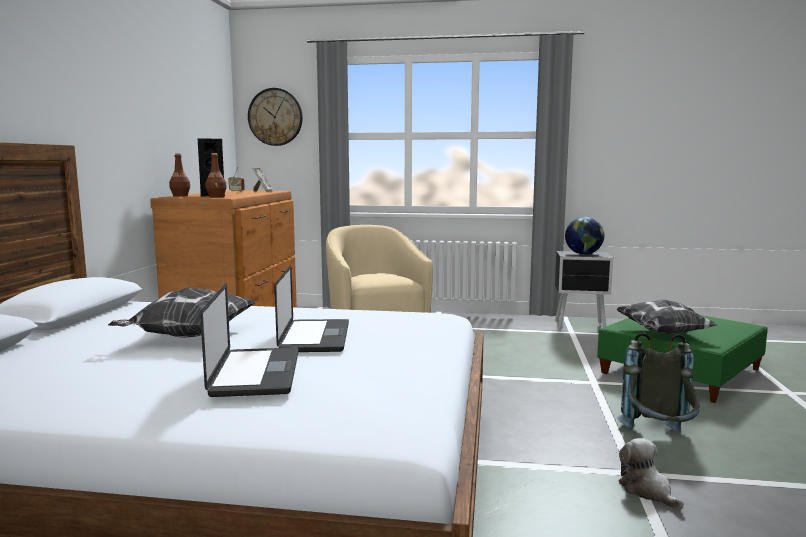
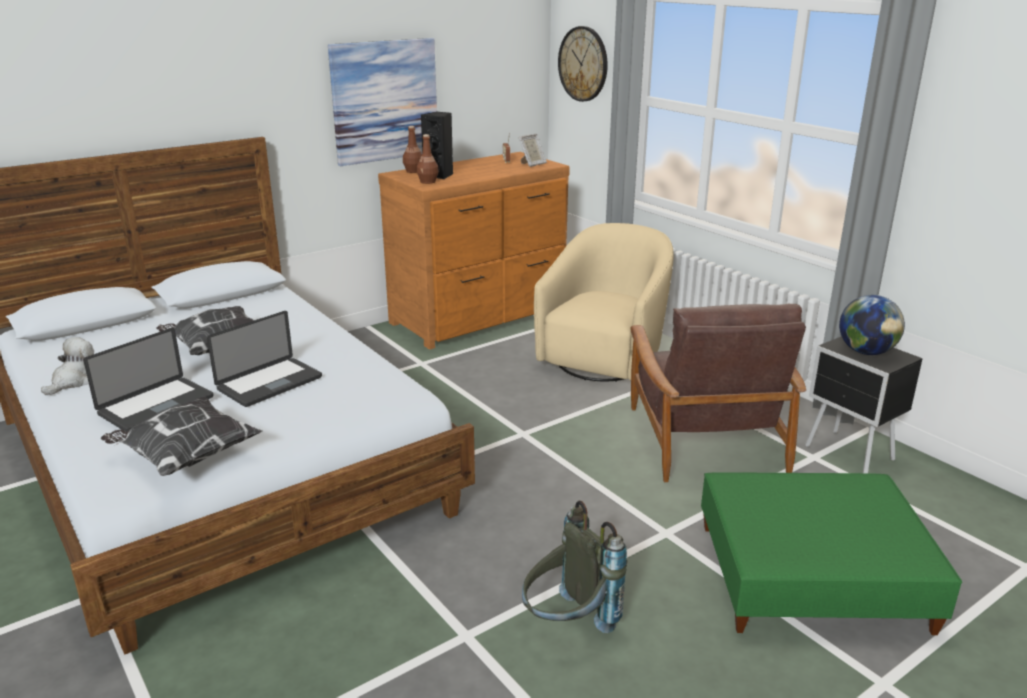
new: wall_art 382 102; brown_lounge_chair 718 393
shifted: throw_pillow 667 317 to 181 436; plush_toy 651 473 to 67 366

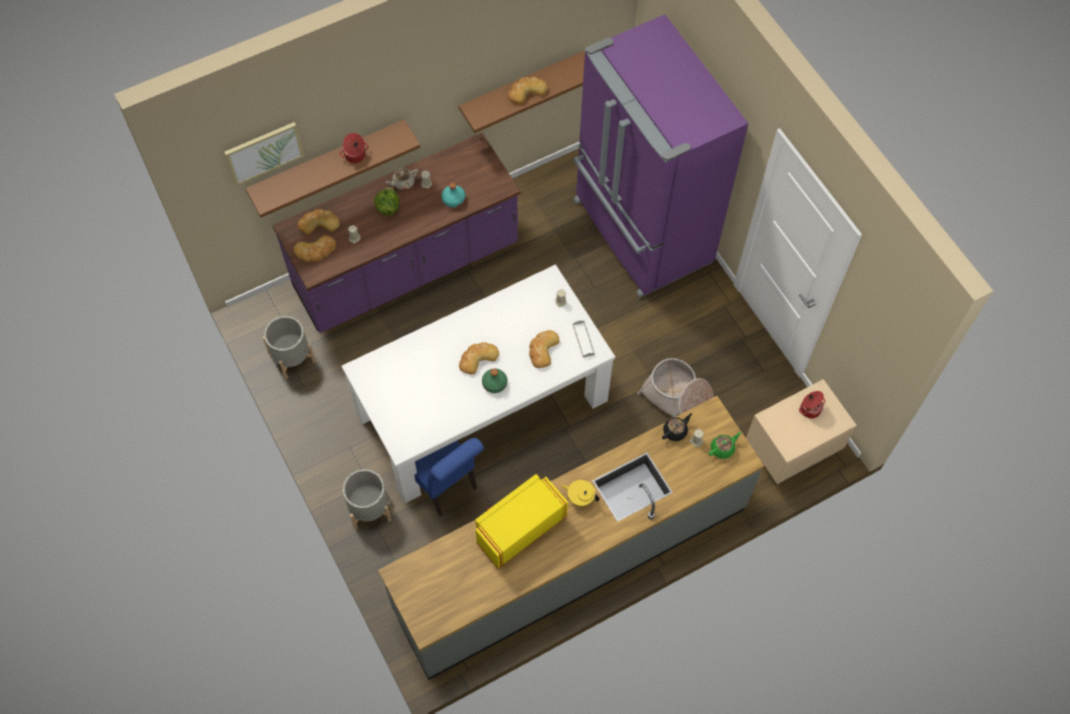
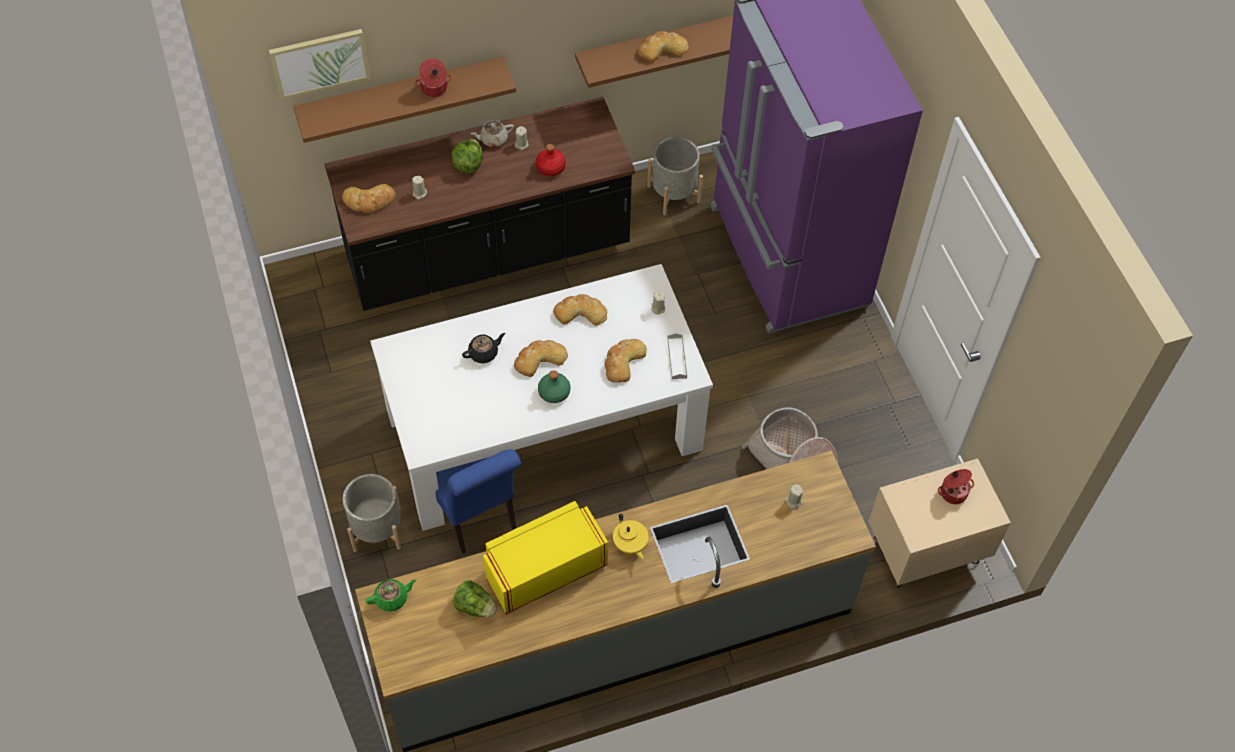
new: head_of_lettuce 475 599
shifted: bakery_bread 318 222 to 580 309; greyish_flower_pot 289 347 to 675 176; black_teapot 677 427 to 483 348; green-coloured_teapot 724 445 to 391 595
repainted: purple_kitchen_base_unit 396 233 to black_kitchen_base_unit 479 203; turquoise_bottle 454 195 to red_bottle 551 160
rotated: yellowish_teapot 580 493 = 631 536 150 degrees counterclockwise

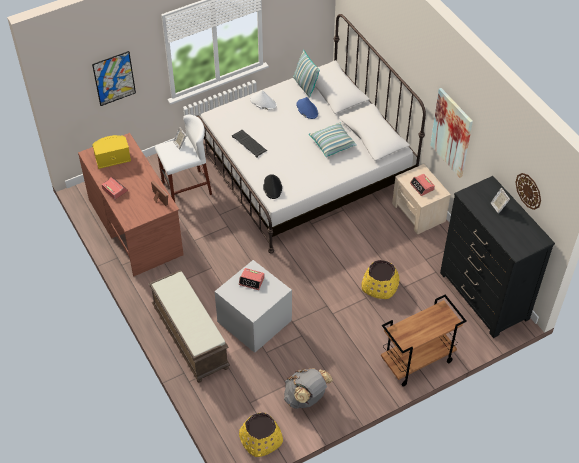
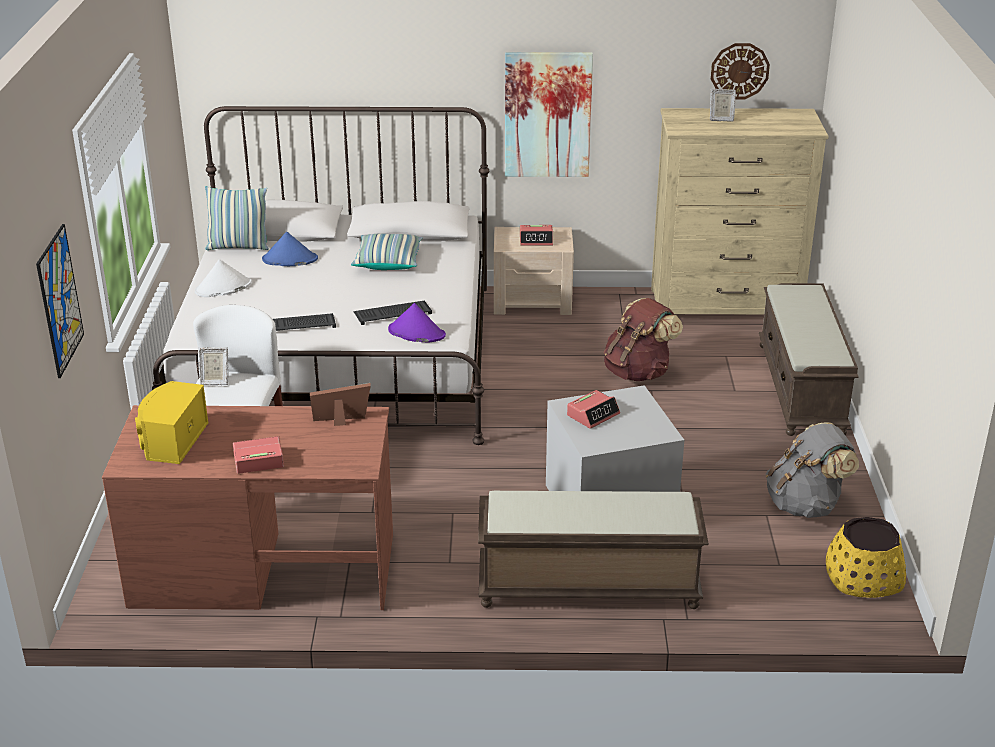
new: PC_keyboard 393 312
swapped: yellowish_flower_pot 380 279 to brown_backpack 643 339; brown_trolley 424 340 to brown_bench 809 359
repainted: black_hat 272 186 to purple_hat 417 323; black_chest_of_drawers 497 257 to beige-coloured_chest_of_drawers 740 211

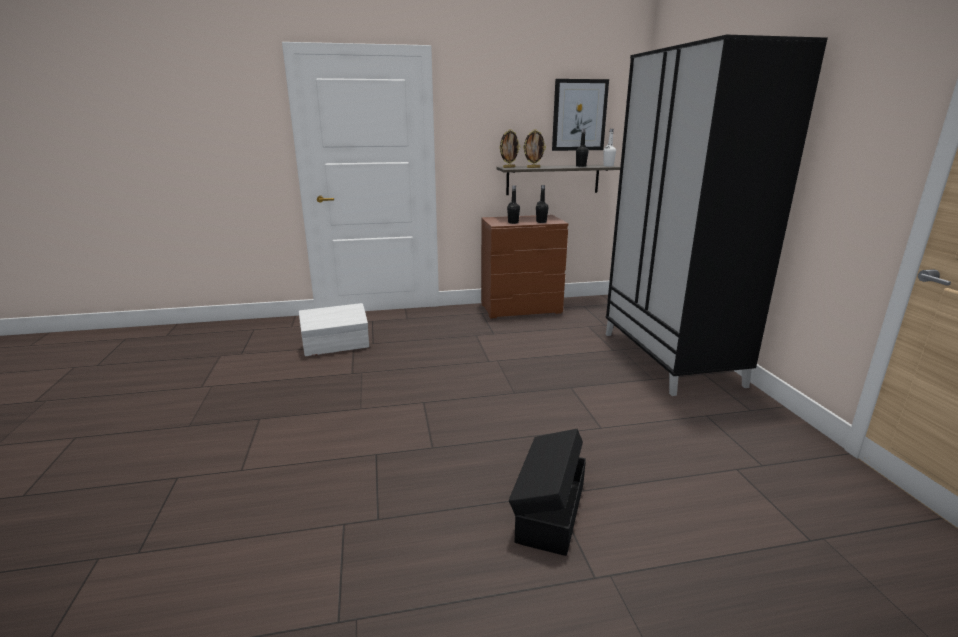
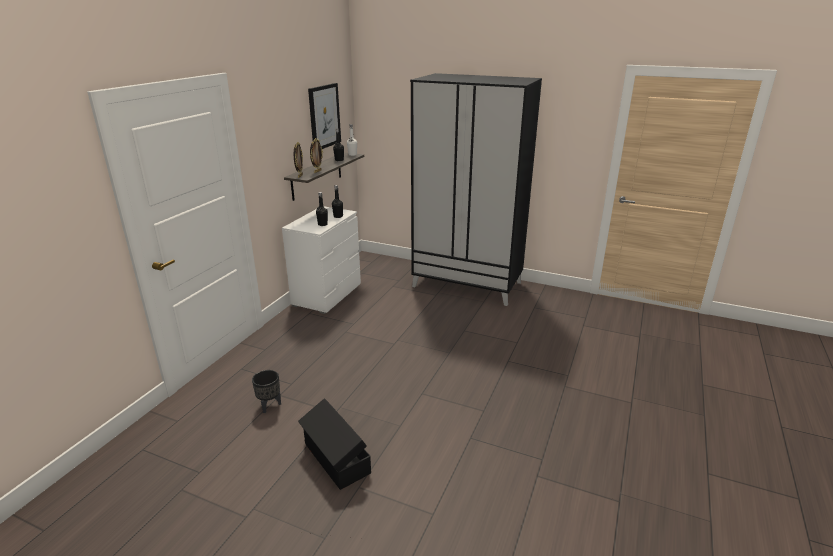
shifted: black_storage_box 547 492 to 334 444
swapped: white_storage_box 334 329 to black_flower_pot 266 391
repainted: brown_chest_of_drawers 525 267 to white_chest_of_drawers 321 260

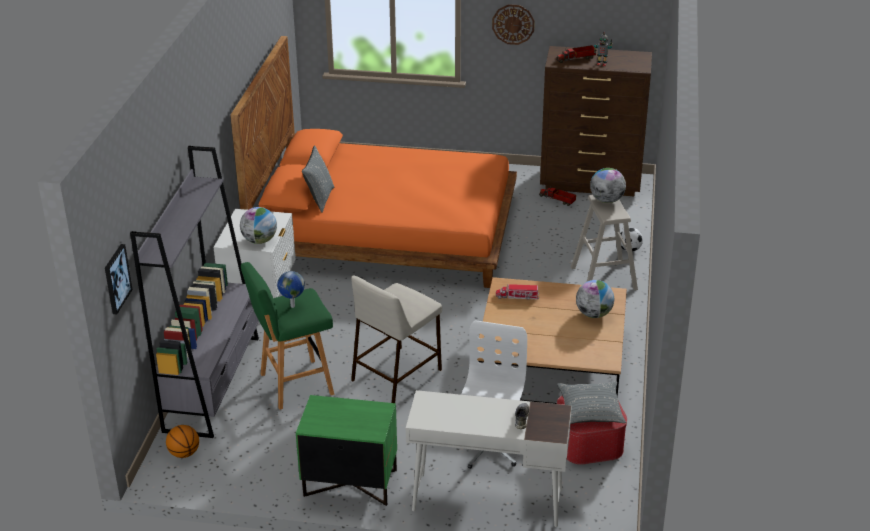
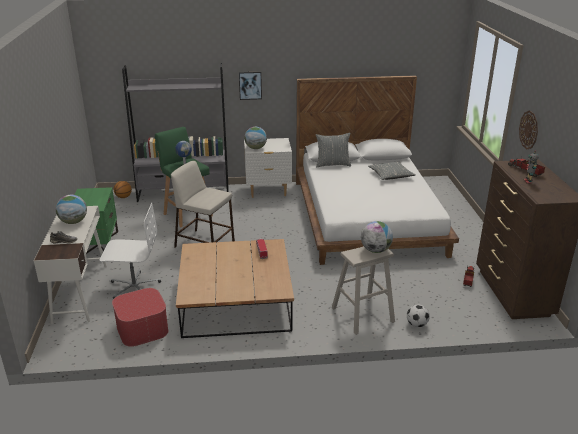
shifted: wall_art 119 279 to 250 86; desk_globe 595 299 to 71 209; greyish_throw_pillow 591 402 to 392 171
repainted: orange-coloured_bedroom_bed 373 162 to white_bedroom_bed 377 170

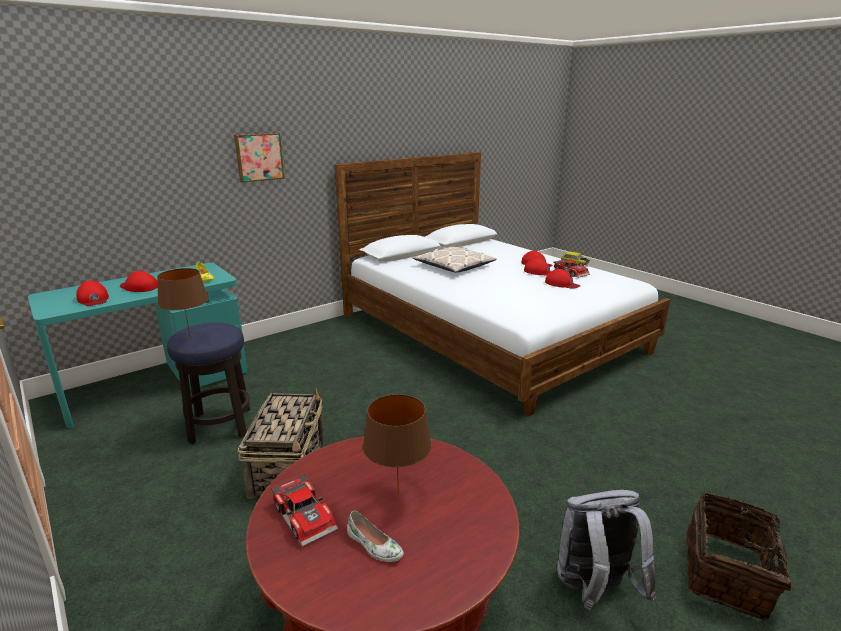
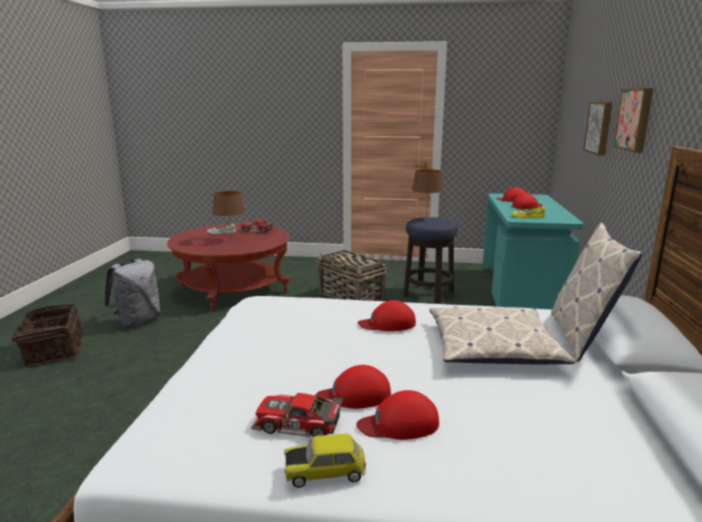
new: wall_art 597 129; throw_pillow 596 292
shifted: red_baseball_cap 562 278 to 386 315

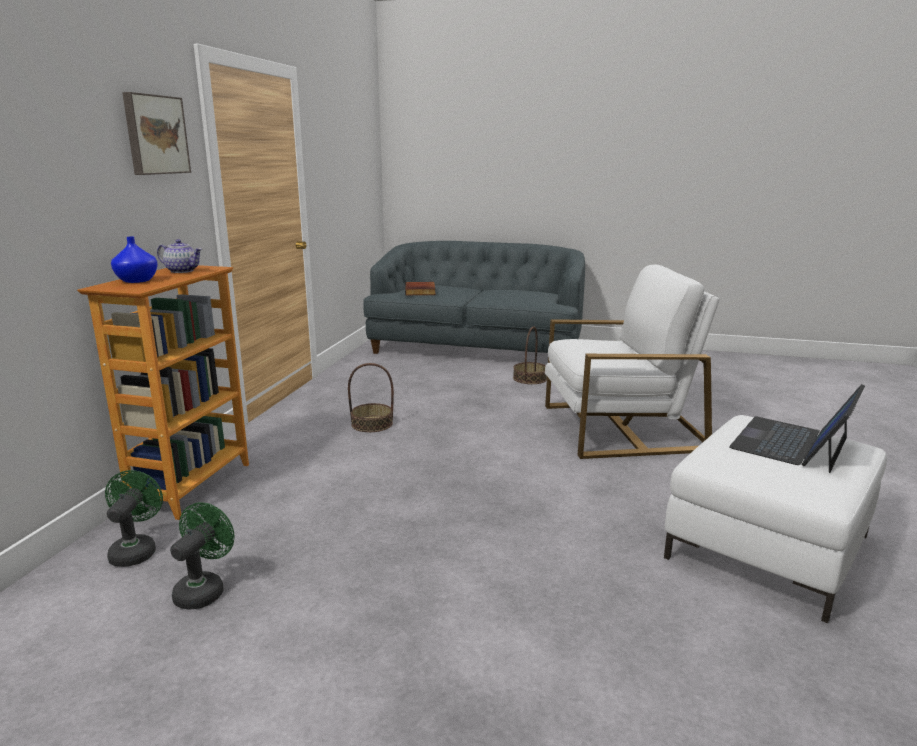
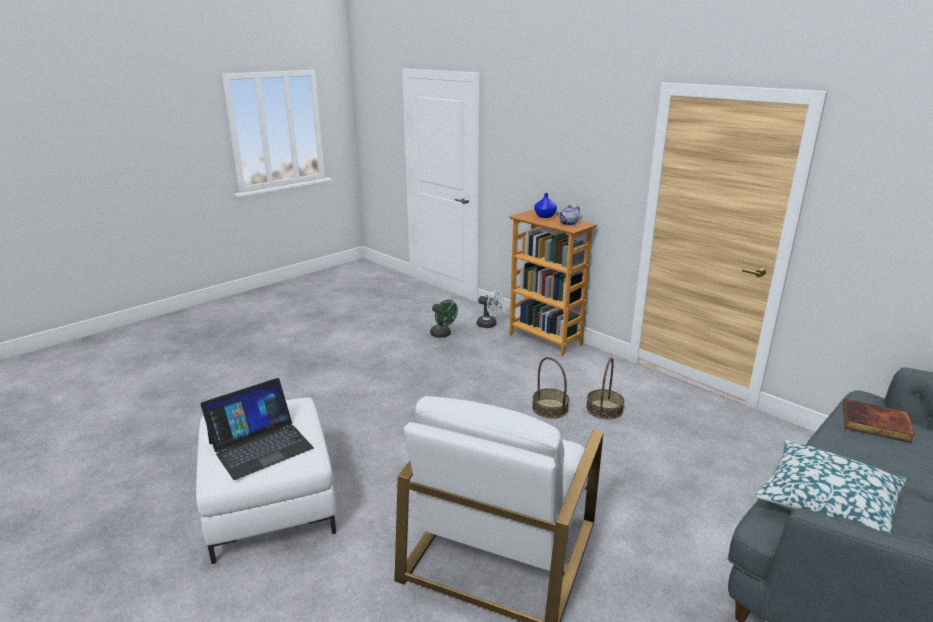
gone: wall_art 156 133
new: throw_pillow 831 486
shifted: storage_basket 530 355 to 550 388
repainted: green-coloured_fan 134 518 to white_fan 490 309
rotated: laptop 797 428 = 257 429 75 degrees clockwise

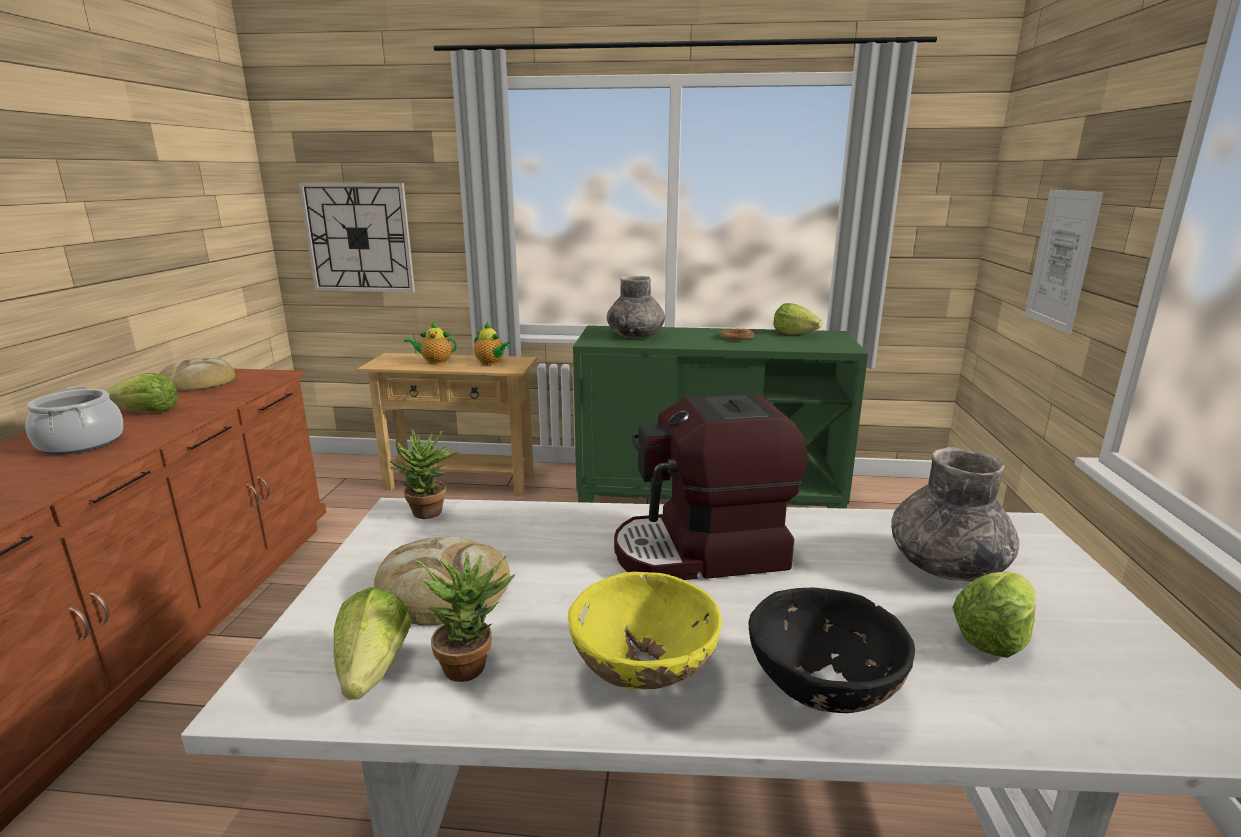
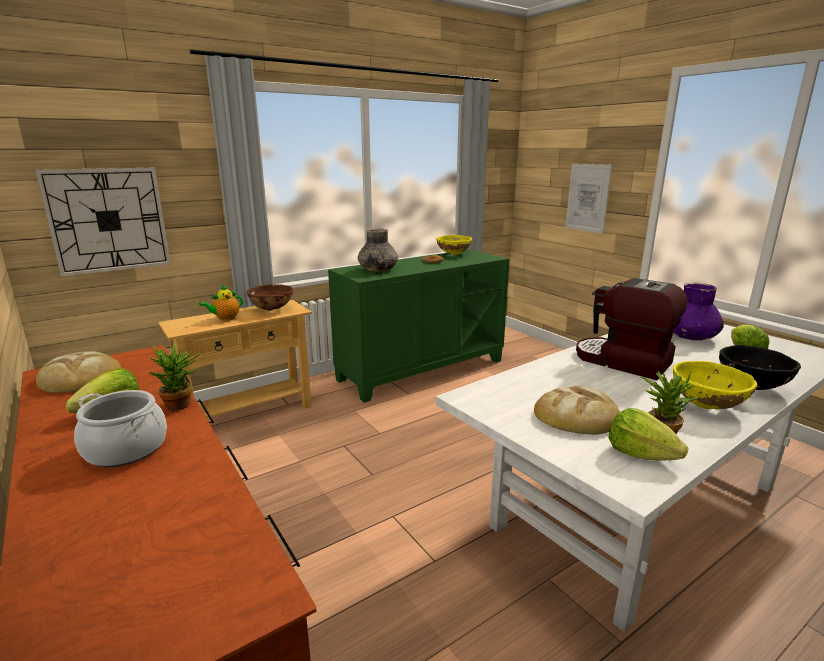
shifted: plant_in_a_pot 424 474 to 174 376
swapped: head_of_lettuce 797 319 to yellowish_deep_dish 454 245; teapot 492 343 to brown_deep_dish 270 297
repainted: greyish_vase 955 514 to purple_vase 698 311
rotated: coffee_machine 710 486 = 631 329 90 degrees clockwise

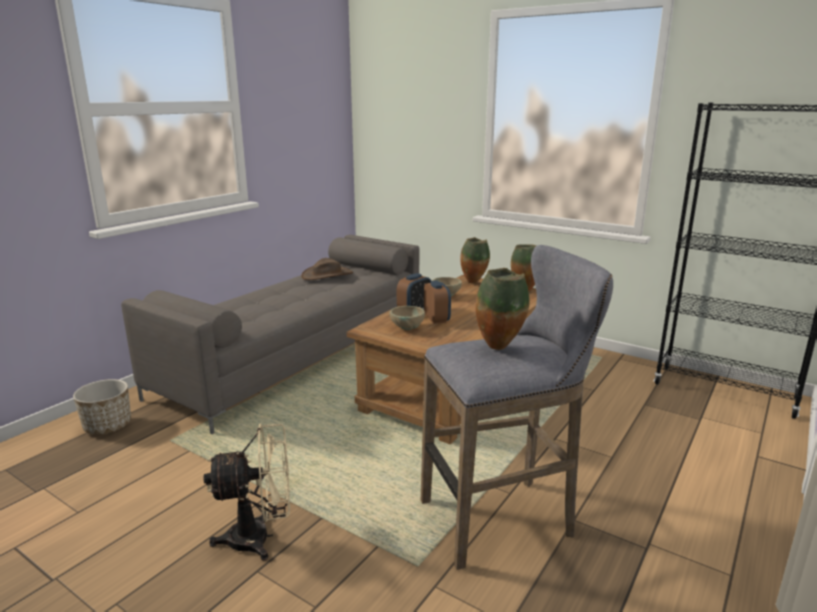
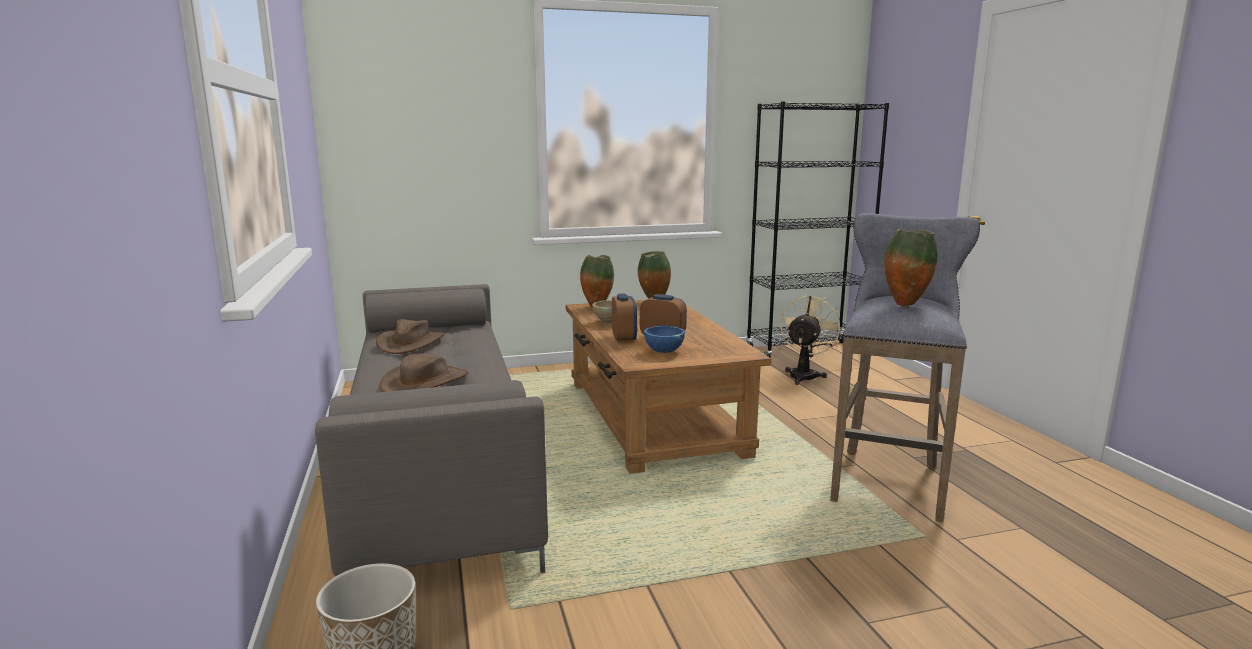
new: brown_hat 424 372
shifted: beige-coloured_fan 247 492 to 811 340
repainted: beige-coloured_deep_dish 407 318 to blue_deep_dish 664 339

